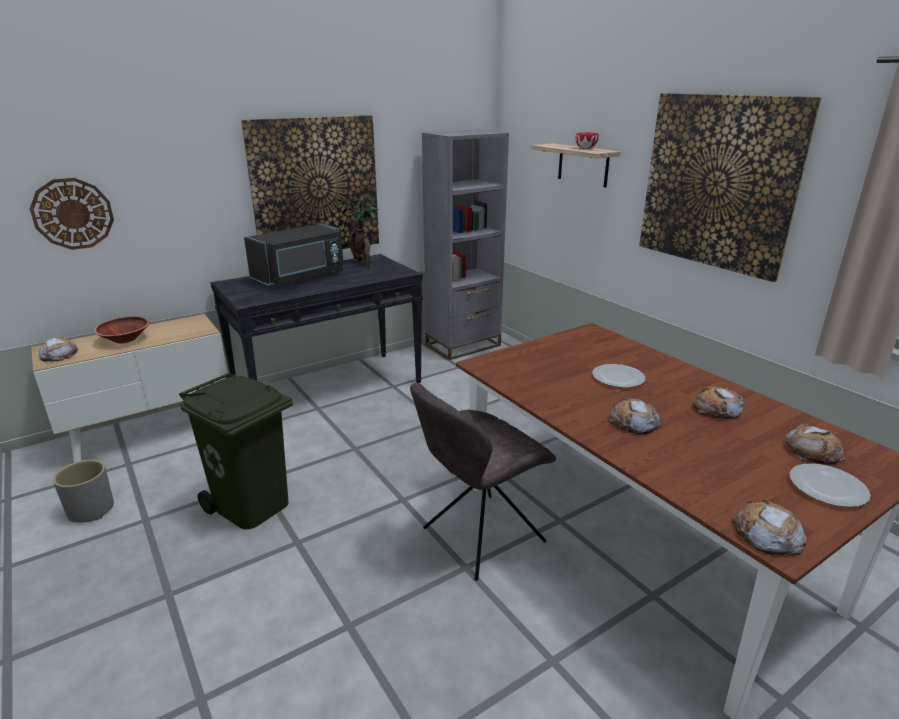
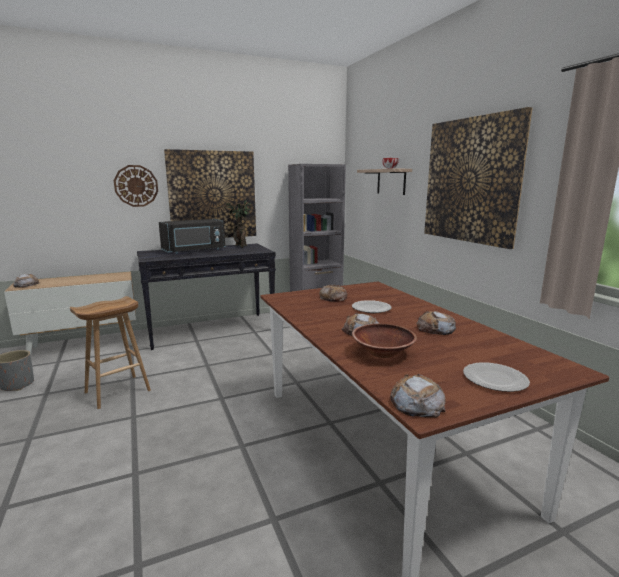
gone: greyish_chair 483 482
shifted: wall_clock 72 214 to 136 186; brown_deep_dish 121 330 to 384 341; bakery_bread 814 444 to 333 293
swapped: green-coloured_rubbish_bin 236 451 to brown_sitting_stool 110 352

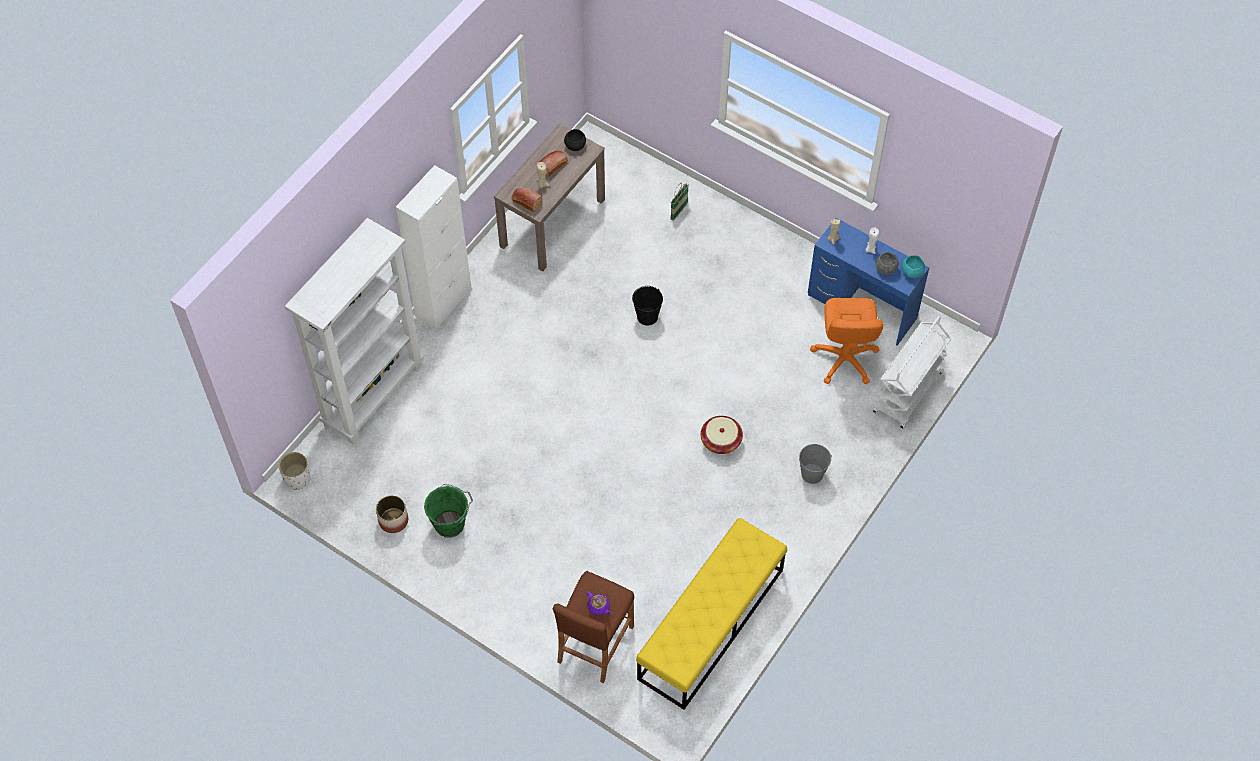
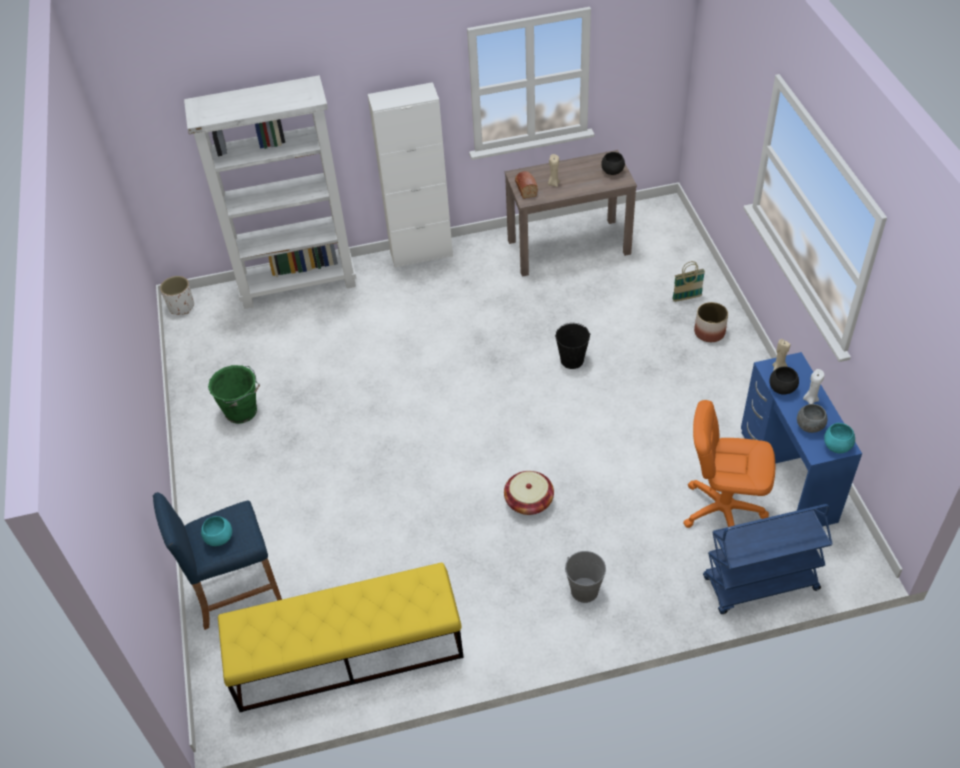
gone: bakery_bread 553 163
new: black_deep_dish 784 381
shifted: flower_pot 392 514 to 711 322
swapped: purple_teapot 599 603 to turquoise_deep_dish 216 531
repainted: white_trolley 912 372 to blue_trolley 768 559; brown_sitting_stool 593 627 to blue_sitting_stool 217 561
rotated: orange-coloured_office_chair 847 341 = 729 464 60 degrees clockwise

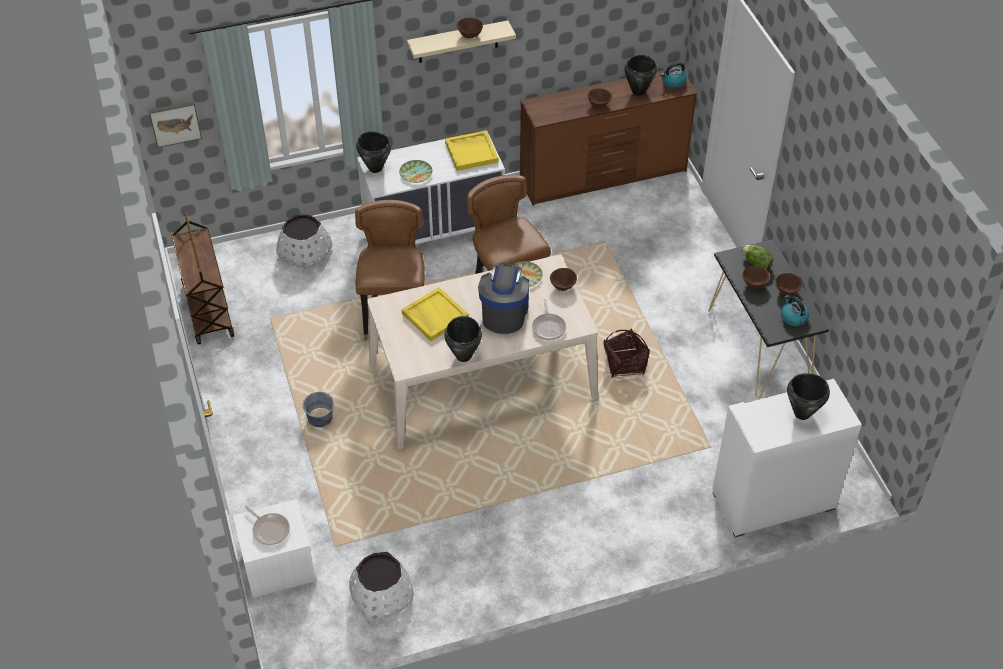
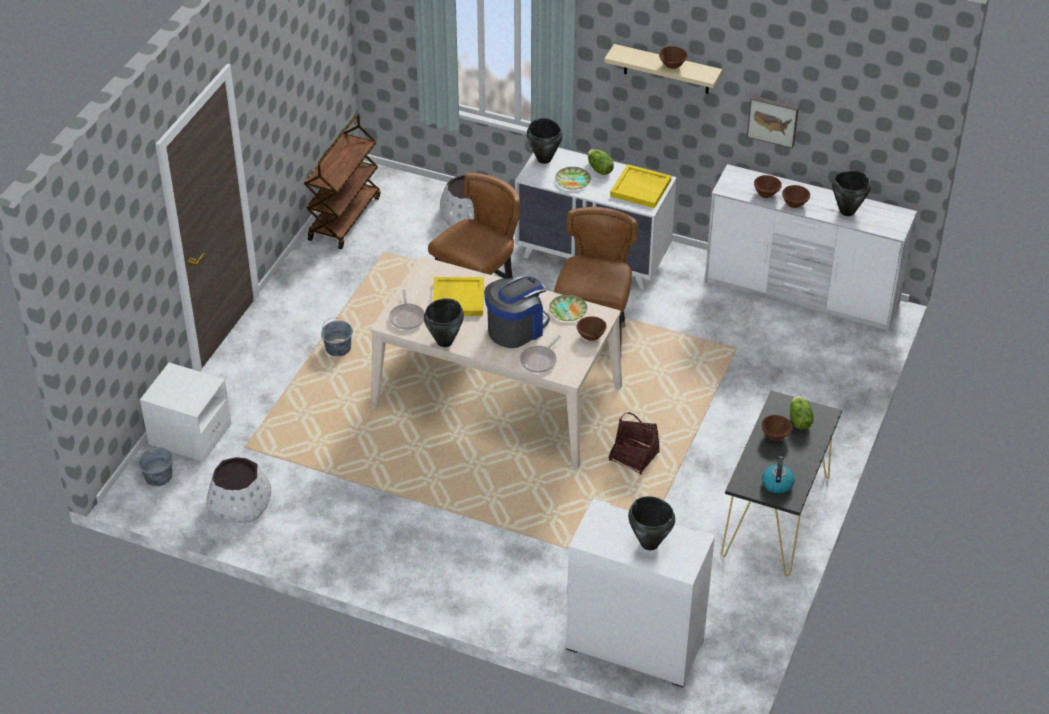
gone: water_kettle 673 75
new: head_of_lettuce 600 162; greyish_pail 155 466
shifted: wall_art 175 124 to 773 122; brown_deep_dish 789 284 to 768 186; skillet 267 525 to 407 310
repainted: brown_chest_of_drawers 608 136 to white_chest_of_drawers 811 248

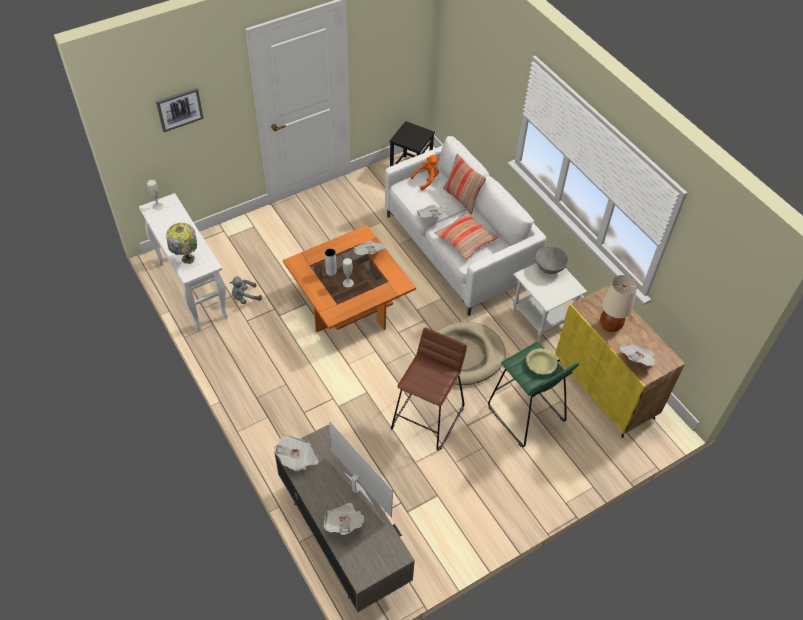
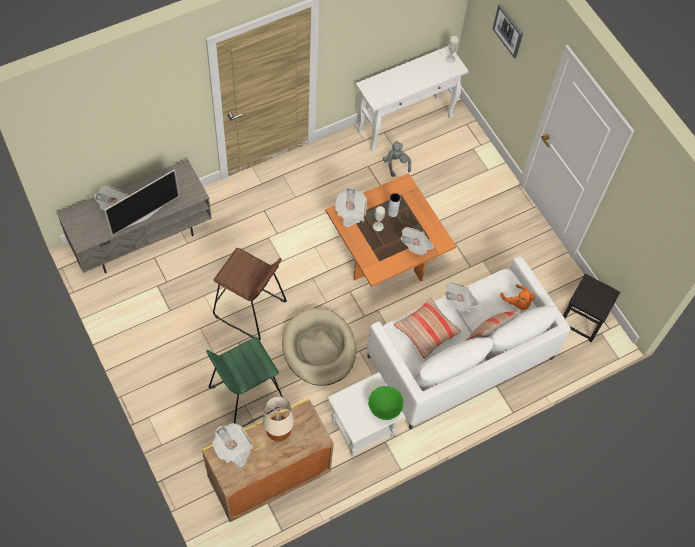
gone: lamp_for_a_table 181 243; yellowish_deep_dish 542 361
shifted: printed_paper 296 453 to 351 207
repainted: greyish_deep_dish 551 260 to green-coloured_deep_dish 385 403

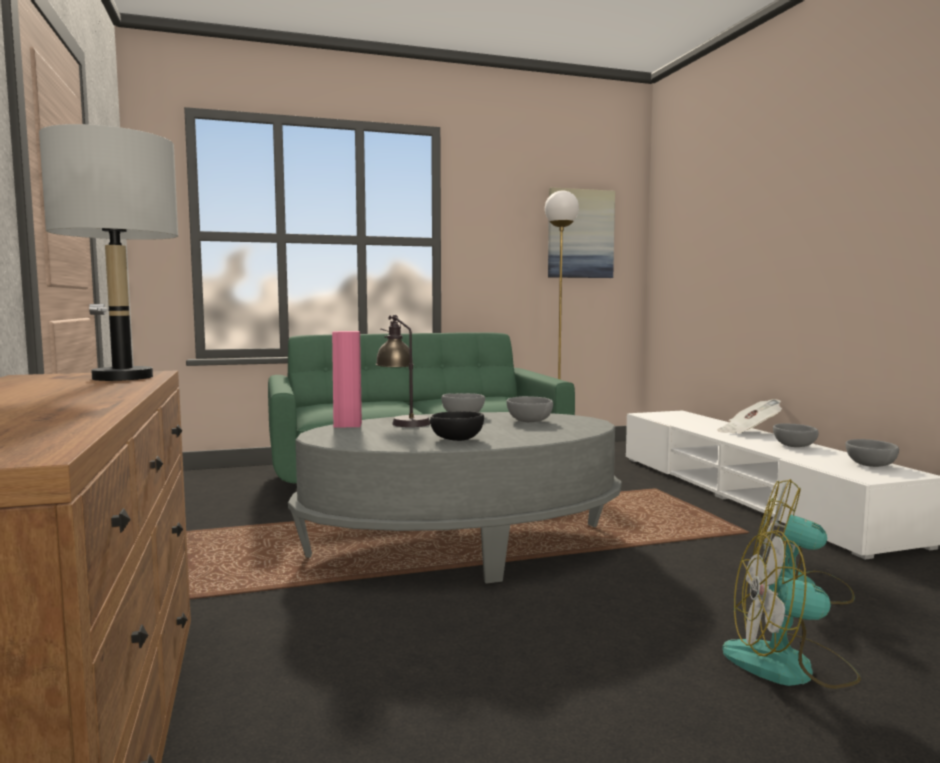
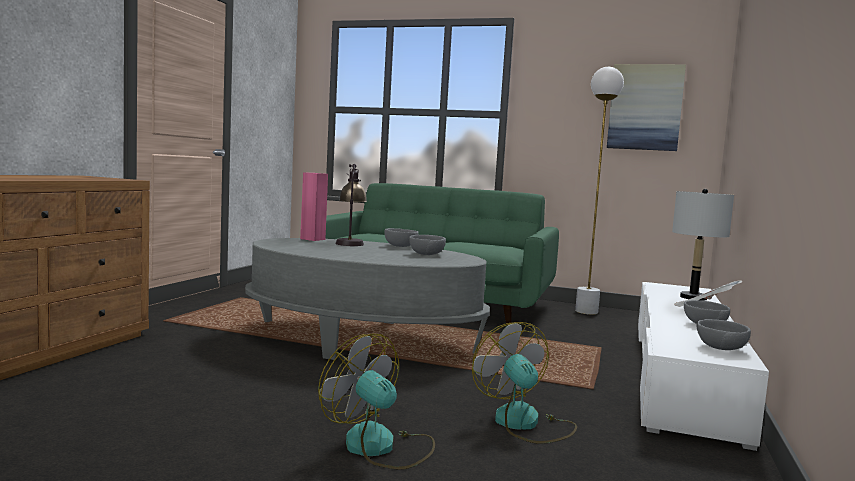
gone: black_deep_dish 457 426
shifted: greyish_lamp_for_a_table 108 252 to 703 245

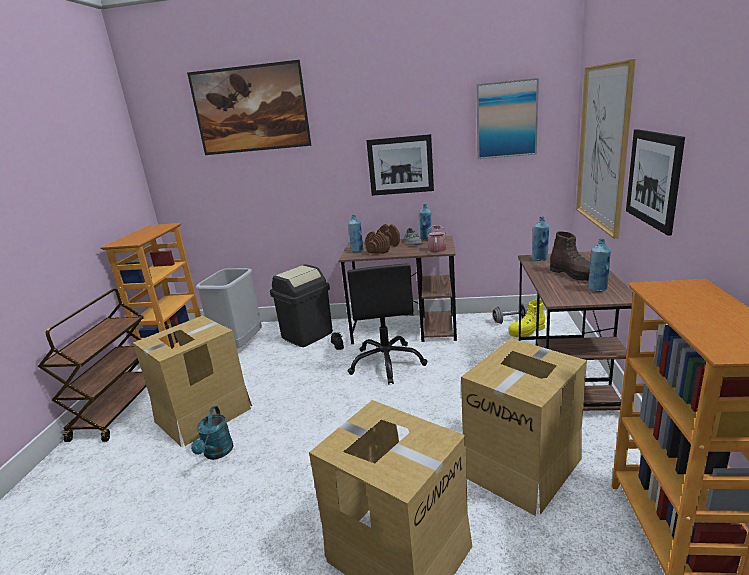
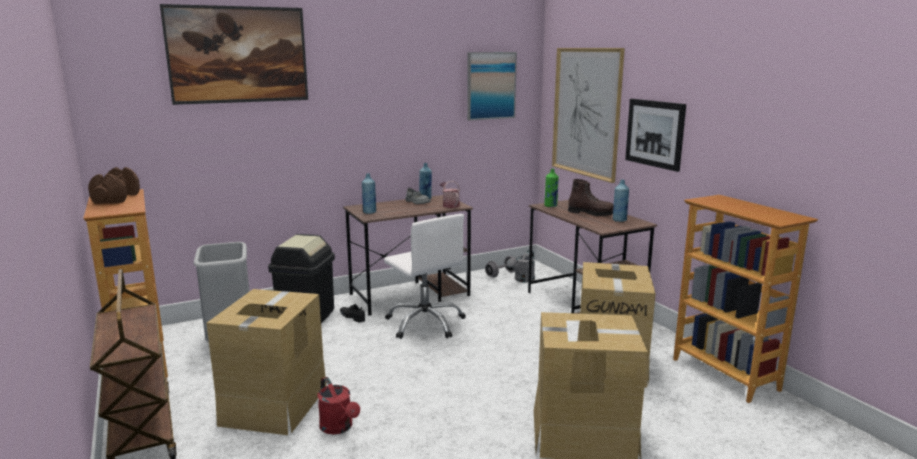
gone: wall_art 400 165
shifted: brown_hand_weight 382 239 to 114 185
swapped: yellowish_tall_boot 527 318 to greyish_sprinkling_can 520 266
repainted: blue_bottle 540 239 to green-coloured_bottle 551 188; black_office_chair 387 324 to white_office_chair 425 276; turquoise_sprinkling_can 212 433 to red_sprinkling_can 338 405

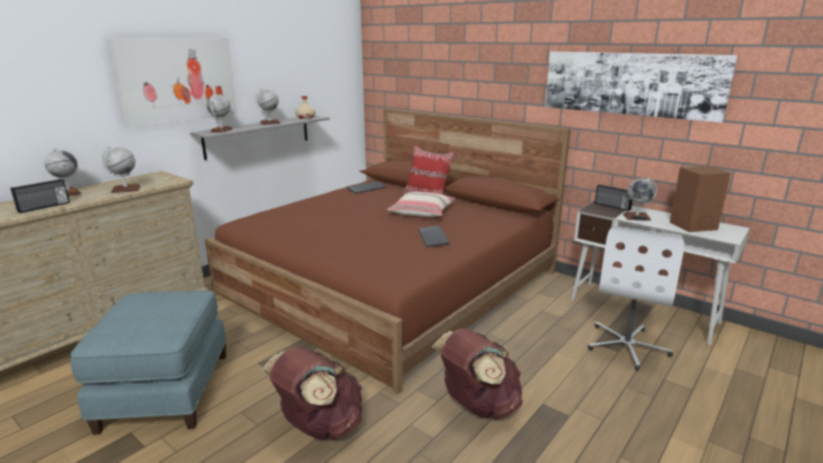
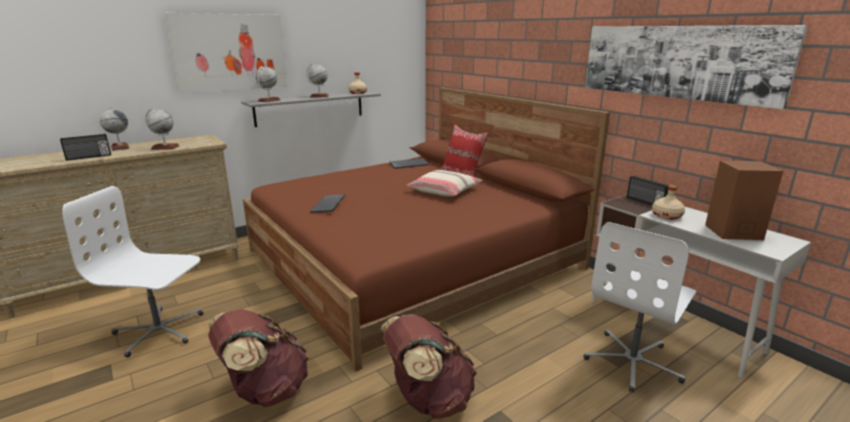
shifted: PC_keyboard 434 236 to 327 203
swapped: desk_globe 640 199 to beige-coloured_bottle 668 202; blue_ottoman 149 363 to white_office_chair 132 272

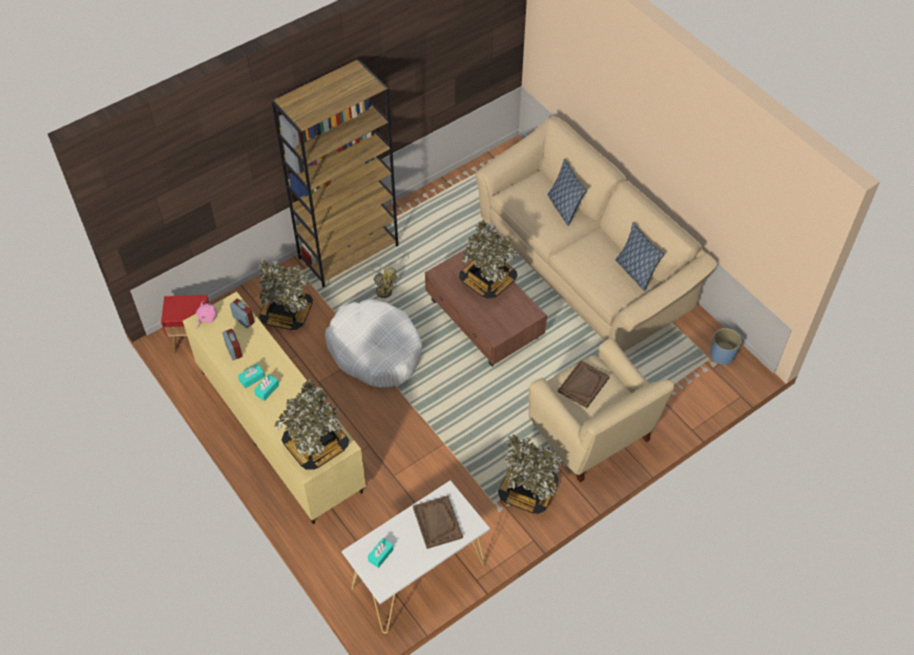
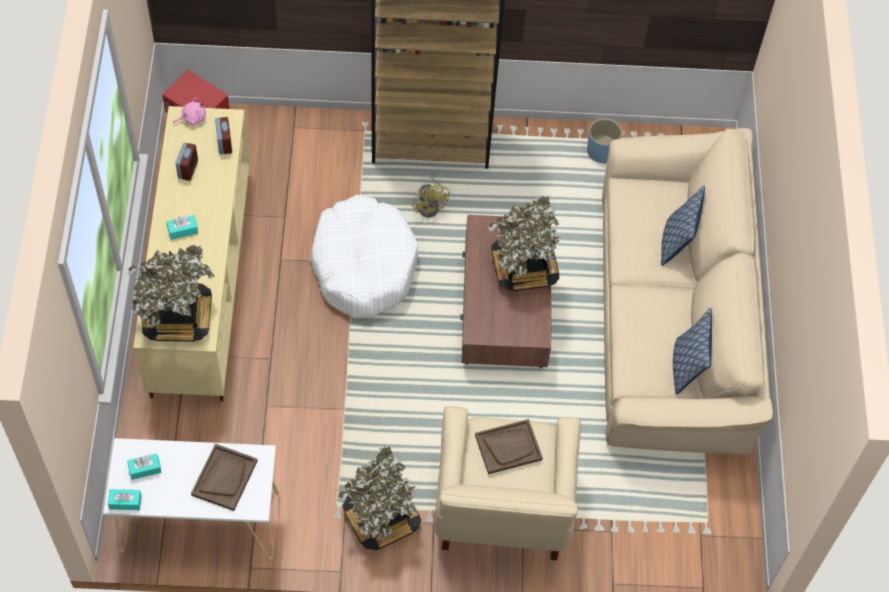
gone: plant_in_a_pot 285 295
shifted: blue_flower_pot 725 346 to 604 141; turquoise_tissue_holder 251 376 to 125 499

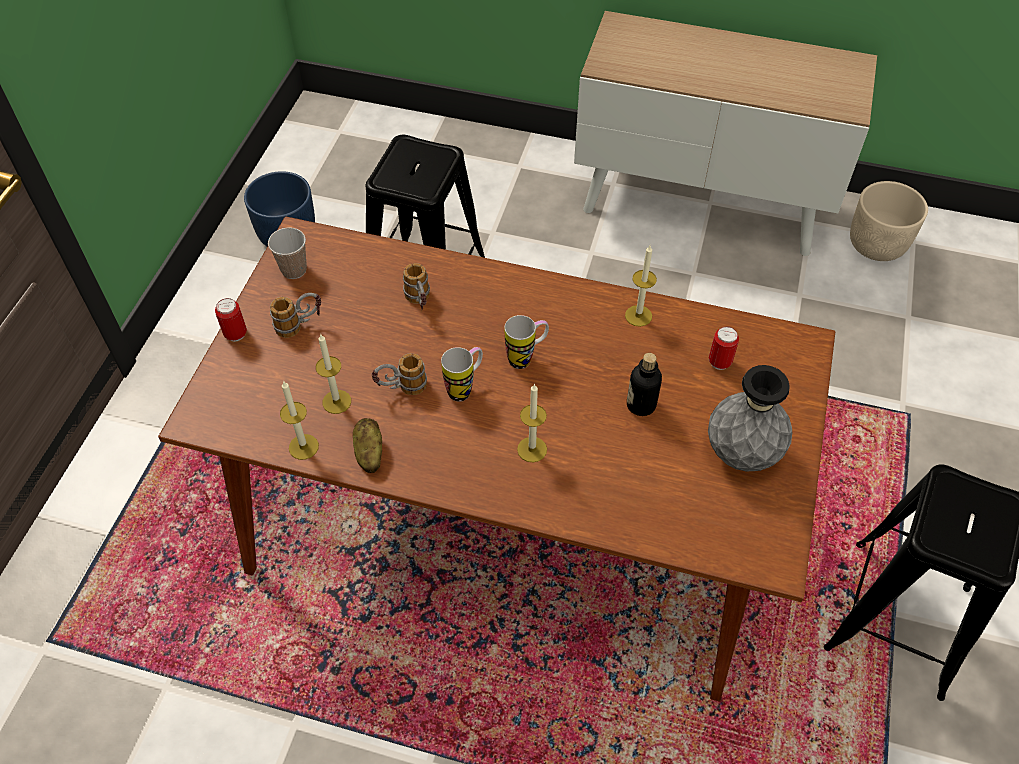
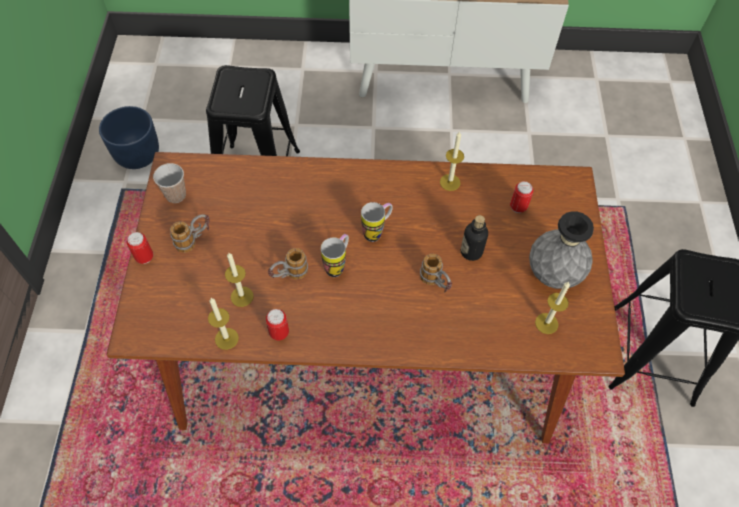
gone: beige-coloured_flower_pot 889 221
shifted: coffee_mug 416 286 to 436 273; wax_candle 532 423 to 552 308
swapped: whole_potato 367 445 to sealed_can 277 324

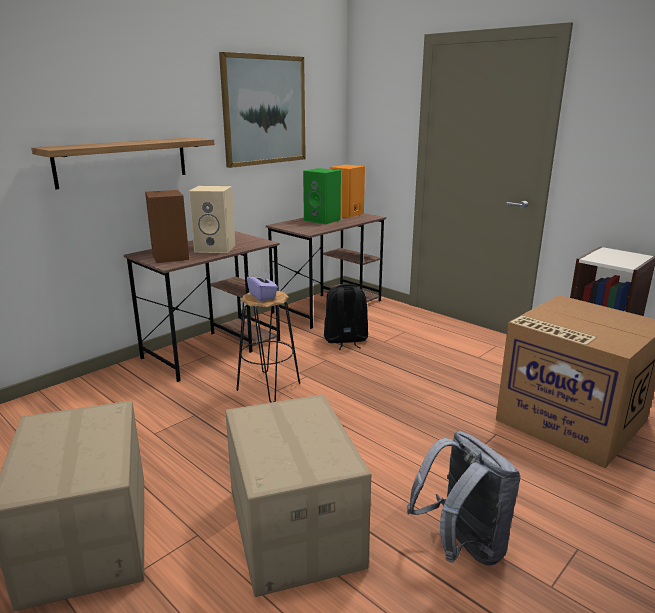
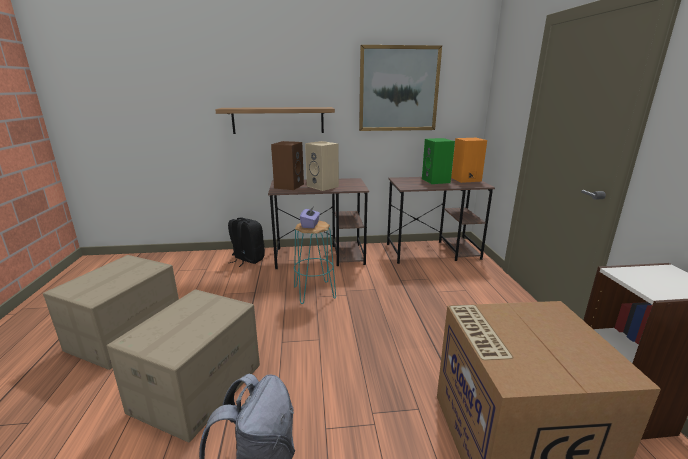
shifted: black_backpack 346 317 to 246 242
repainted: black_sitting_stool 268 347 to turquoise_sitting_stool 315 262

